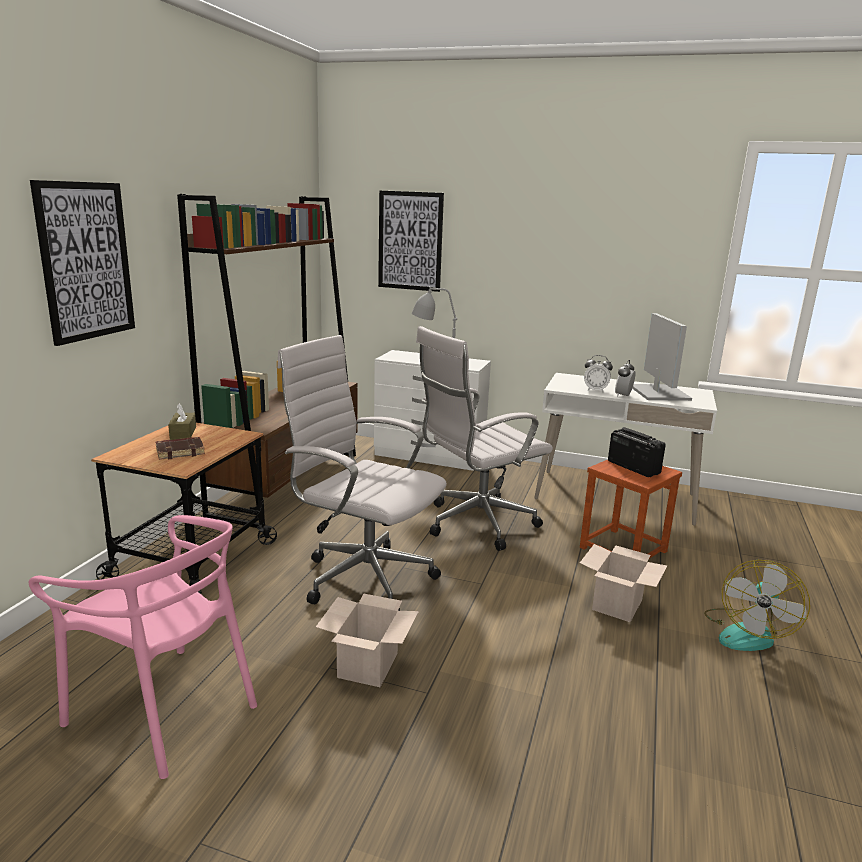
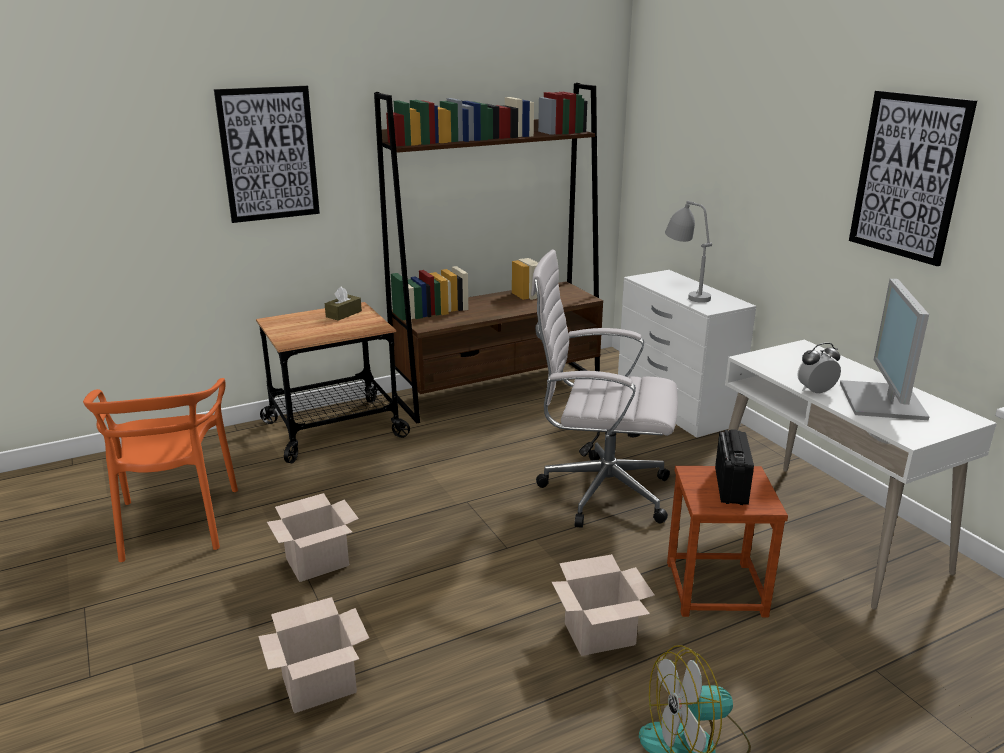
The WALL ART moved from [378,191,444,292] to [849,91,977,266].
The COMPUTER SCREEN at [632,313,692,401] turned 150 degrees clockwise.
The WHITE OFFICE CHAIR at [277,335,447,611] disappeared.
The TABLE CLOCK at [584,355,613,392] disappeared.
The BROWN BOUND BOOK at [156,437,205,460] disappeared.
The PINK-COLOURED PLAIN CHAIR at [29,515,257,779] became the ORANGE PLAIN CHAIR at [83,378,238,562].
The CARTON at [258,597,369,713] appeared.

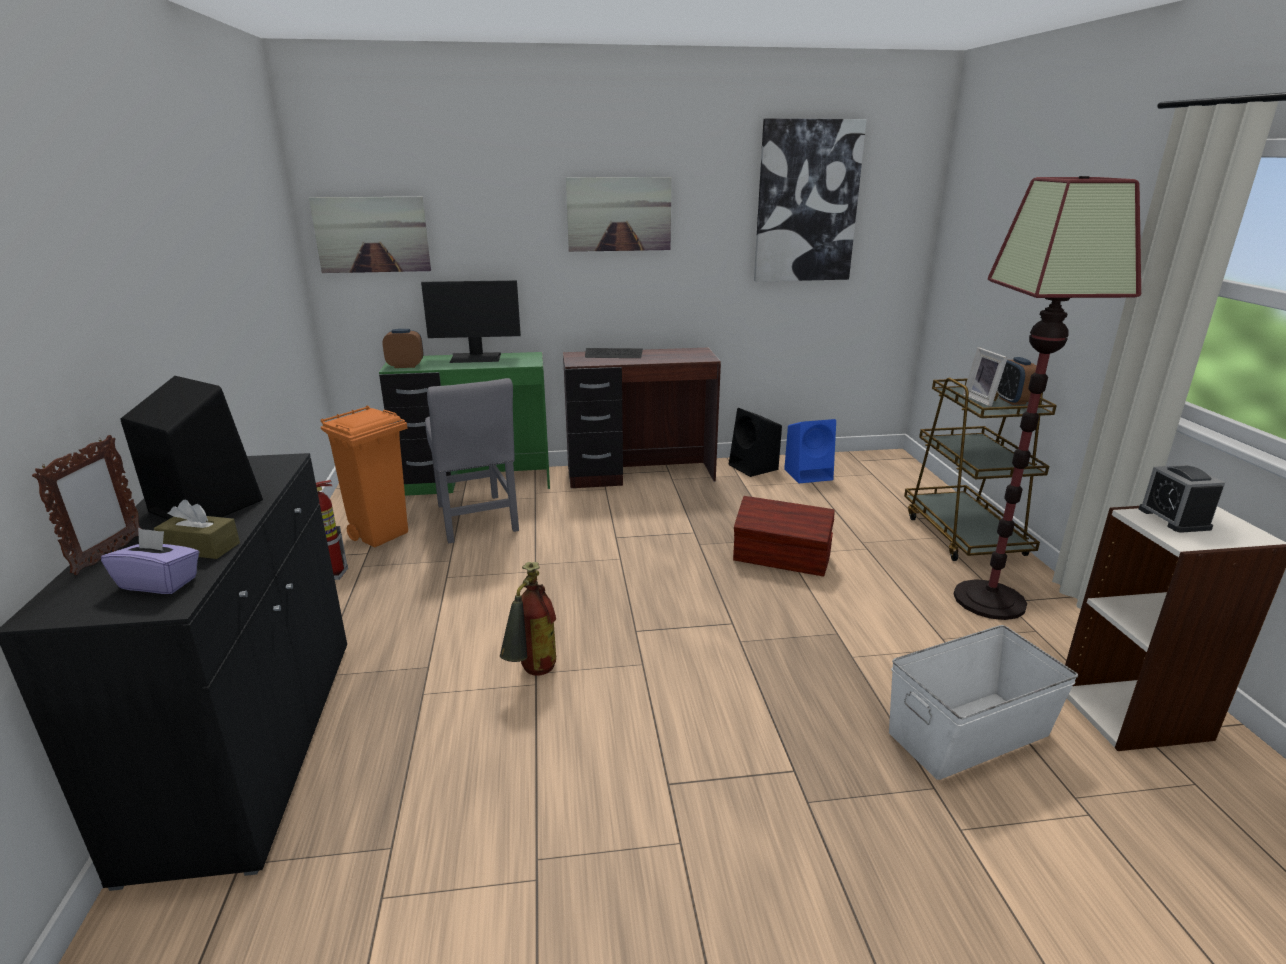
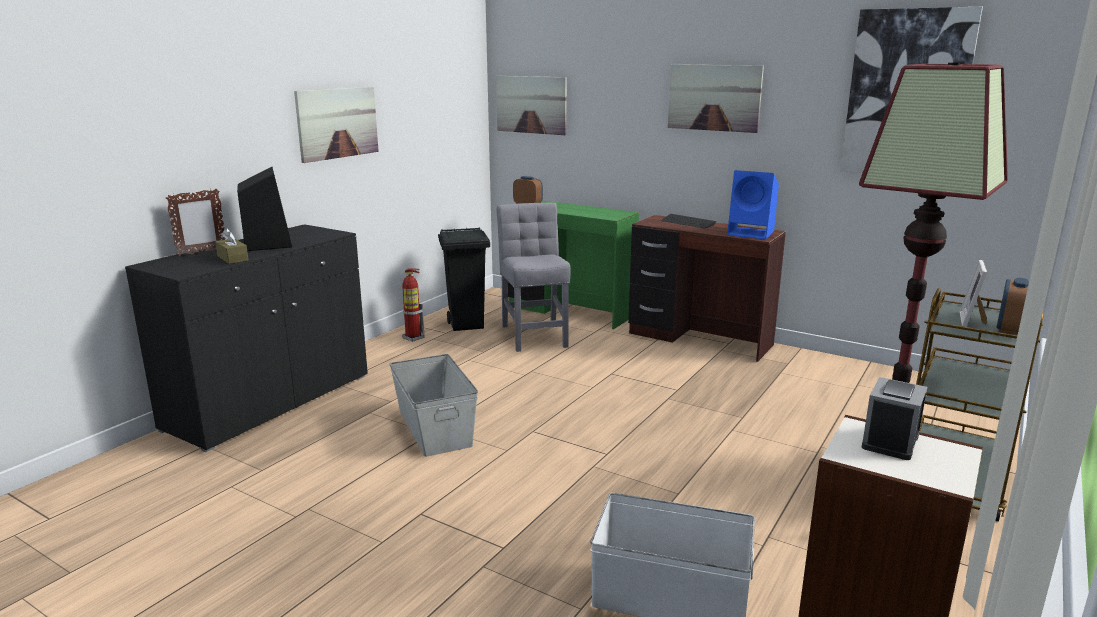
The COMPUTER SCREEN at [421,280,521,363] disappeared.
The GREY PLAIN CHAIR at [425,378,519,543] turned 150 degrees clockwise.
The ORANGE TRASH CAN at [321,405,408,548] became the BLACKISH TRASH CAN at [438,227,490,331].
The BLACKISH AUDIO SPEAKER at [729,408,782,477] disappeared.
The BLUE-COLOURED AUDIO SPEAKER moved from [784,419,836,483] to [727,170,779,239].
The BROWN STORAGE BIN at [733,496,835,576] disappeared.
The PURPLE-COLOURED TISSUE HOLDER at [101,528,199,594] disappeared.
The FIRE EXTINGUISHER at [500,562,556,676] was replaced by the GREY STORAGE BIN at [389,354,478,457].
The WALL ART at [294,87,379,163] appeared.

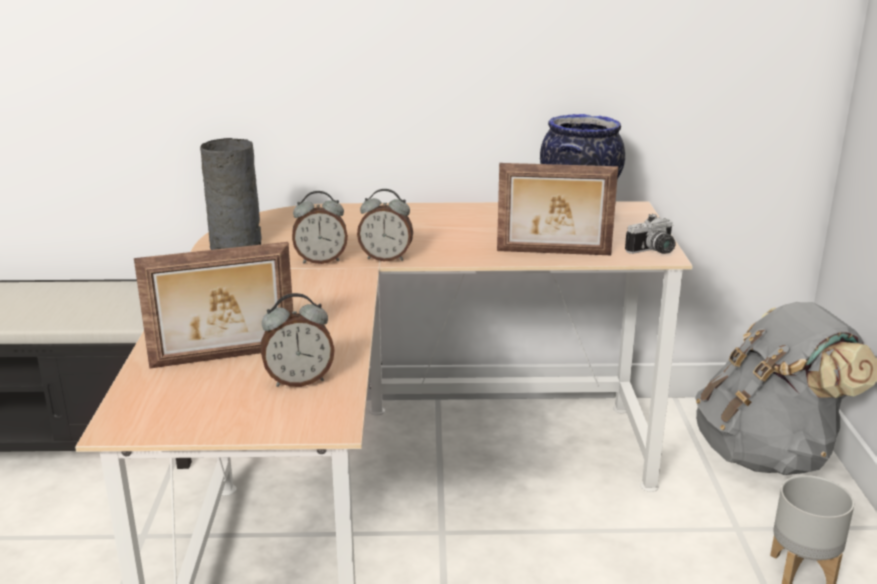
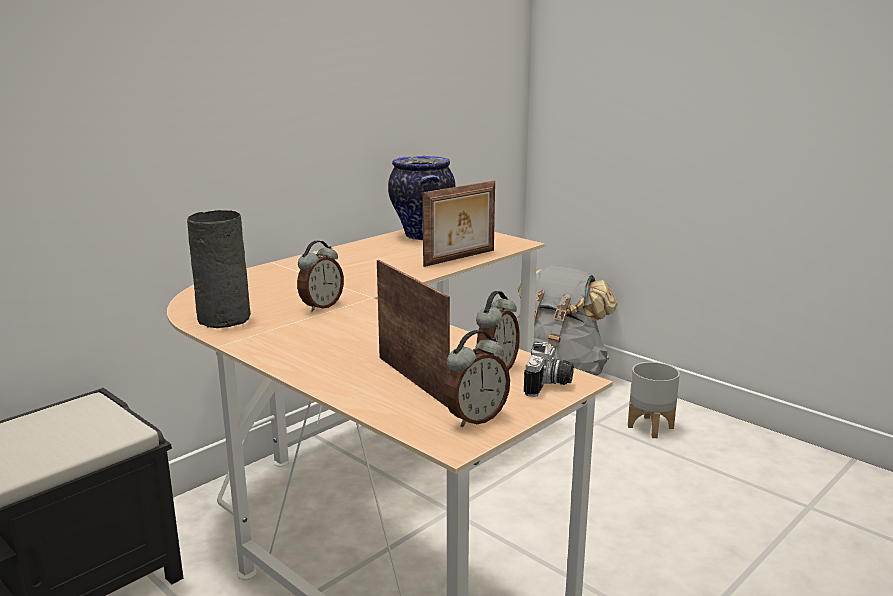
The TABLE CLOCK moved from [357,189,413,261] to [444,330,510,428].
The PHOTO CAMERA moved from [625,214,676,254] to [524,342,574,397].
The PICTURE FRAME at [134,242,293,368] turned 60 degrees counterclockwise.

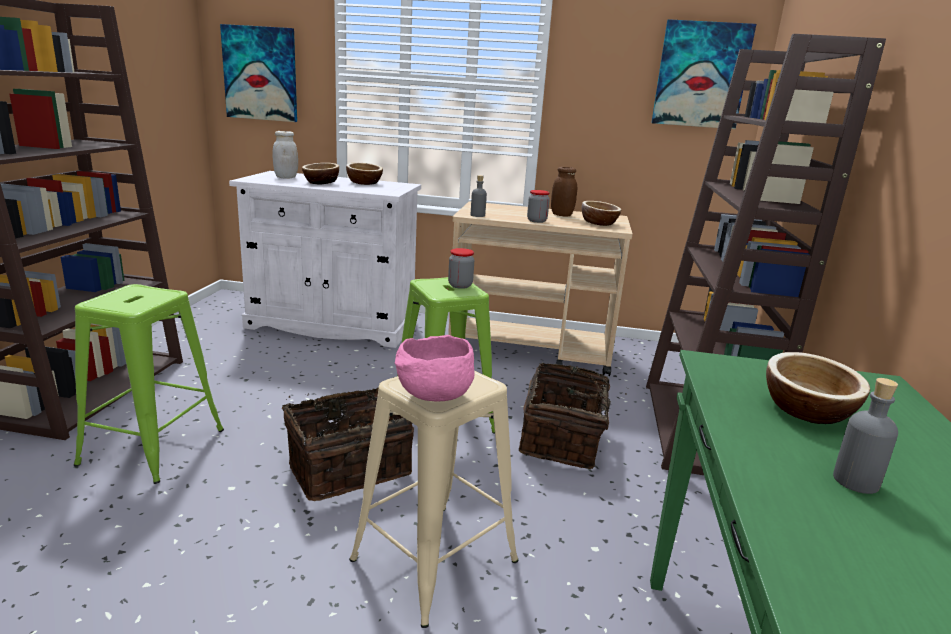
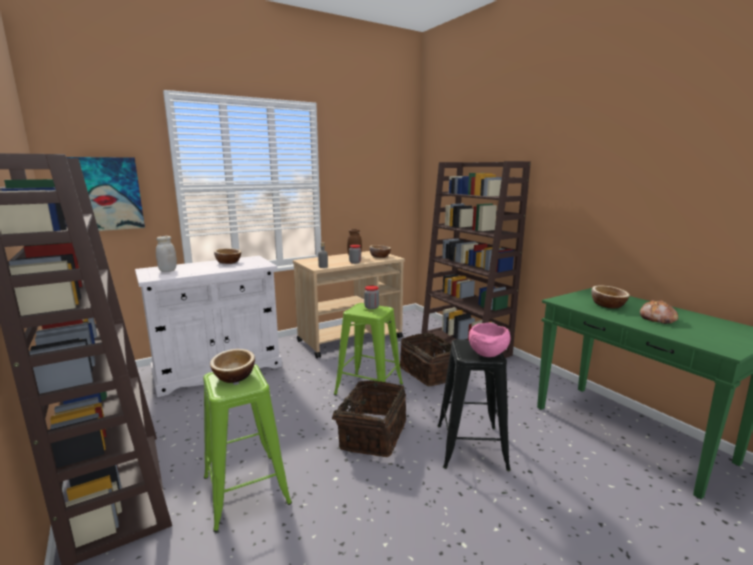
The WALL ART at [651,19,756,129] disappeared.
The SERVING BOWL moved from [302,163,339,184] to [210,349,255,383].
The BEIGE-COLOURED STOOL SEAT at [349,370,519,628] became the BLACKISH STOOL SEAT at [437,339,511,471].
The GREY BEVERAGE BOTTLE at [833,378,898,494] was replaced by the BAKERY BREAD at [640,300,678,324].

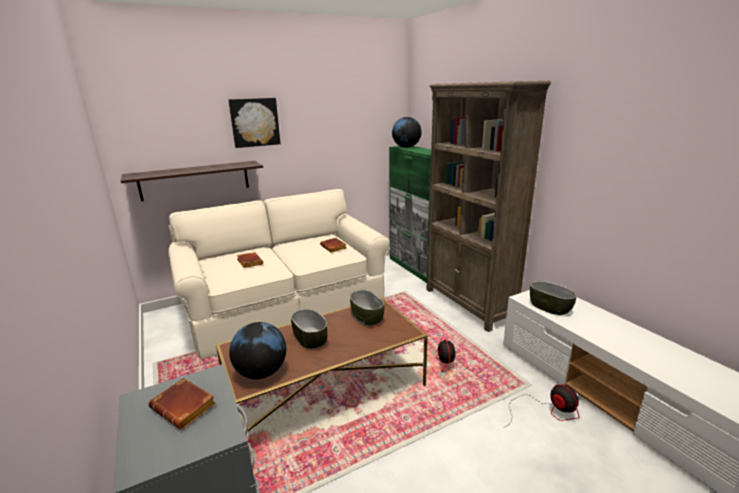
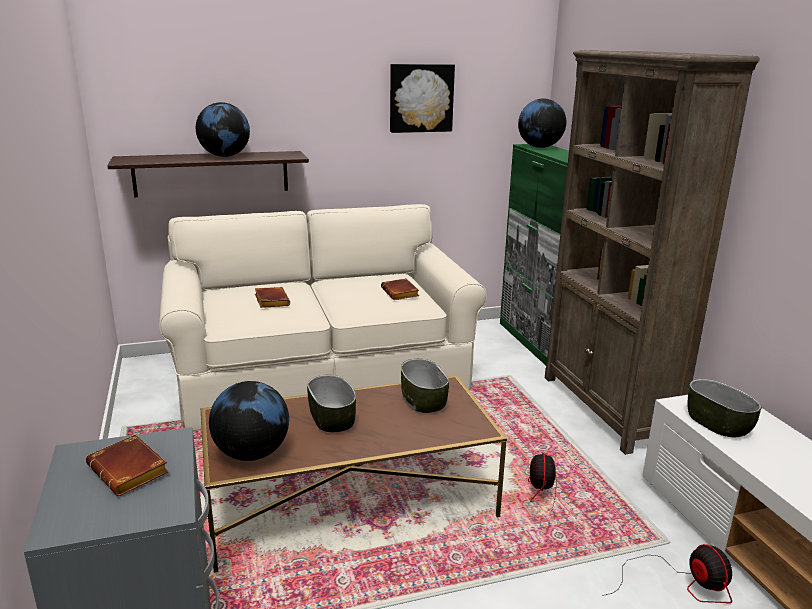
The WALL ART moved from [228,98,281,148] to [390,64,455,133].
The DESK GLOBE at [196,102,250,157] appeared.

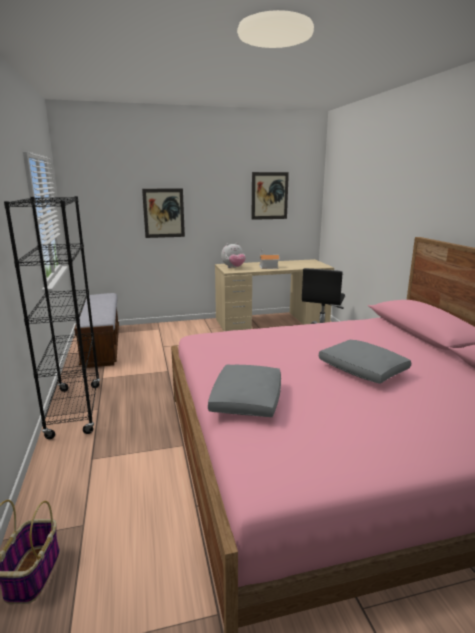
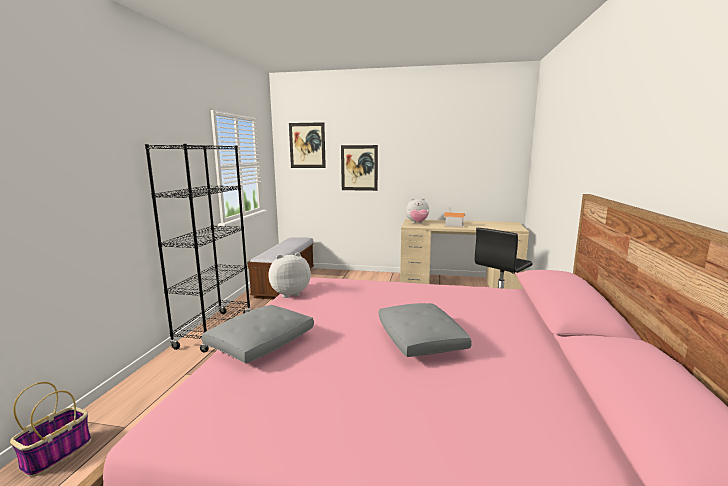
The WALL ART moved from [251,172,289,220] to [289,122,326,168].
The CUDDLY TOY at [268,252,311,298] appeared.

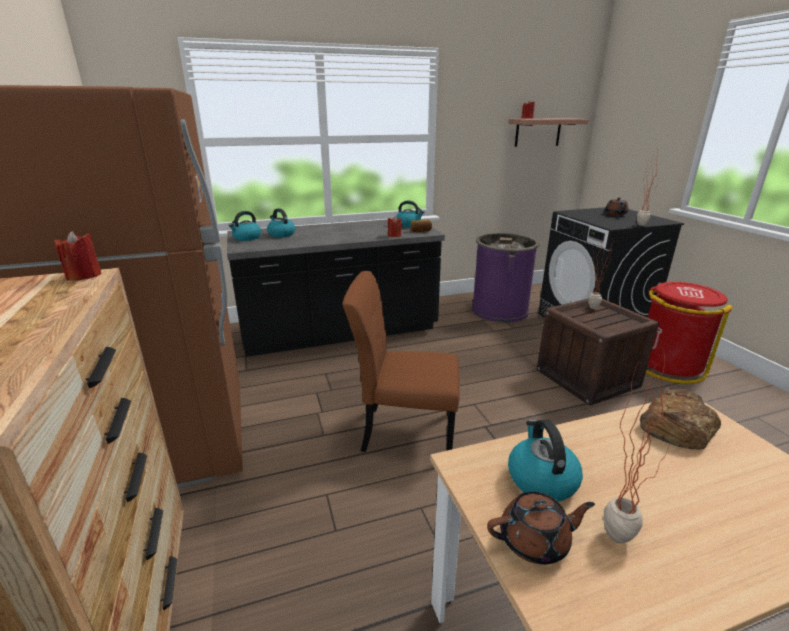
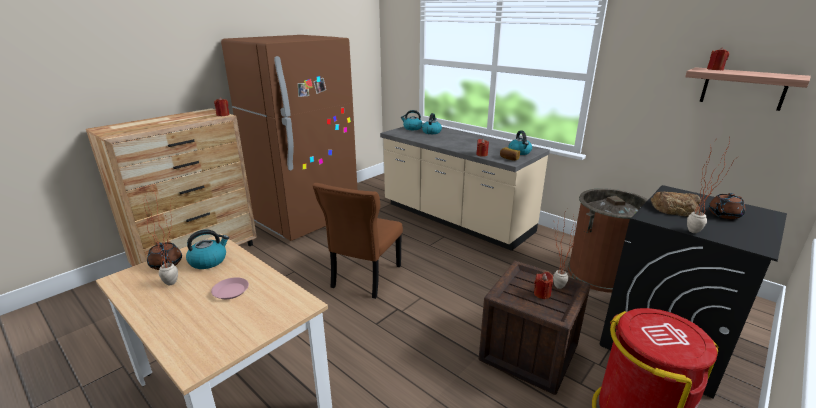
The BLACKISH KITCHEN BASE UNIT at [227,219,445,357] became the BEIGE-COLOURED KITCHEN BASE UNIT at [380,123,550,251].
The PURPLE-COLOURED TRASH CAN at [472,233,539,322] became the BROWN TRASH CAN at [568,188,648,293].
The BROWN PLAIN CHAIR at [342,271,460,452] turned 135 degrees counterclockwise.
The BAKERY BREAD moved from [640,389,721,449] to [651,192,701,217].
The RED CANDLE at [534,272,553,300] appeared.
The PINK-COLOURED PLATE at [211,277,249,299] appeared.

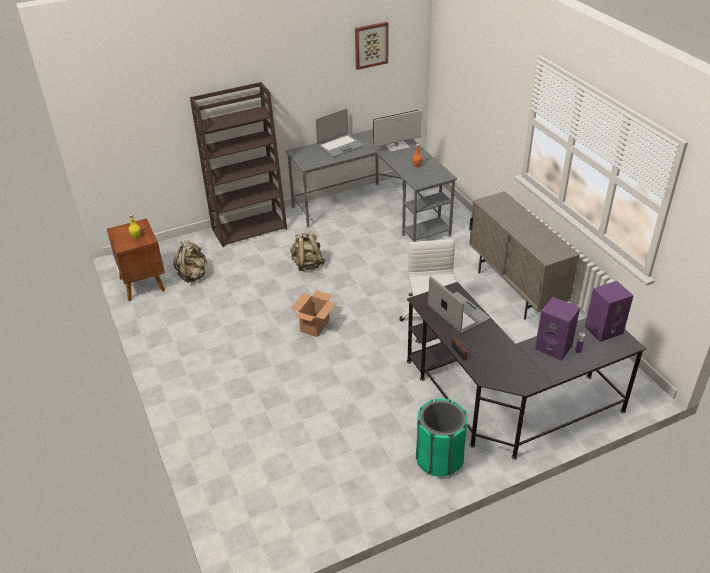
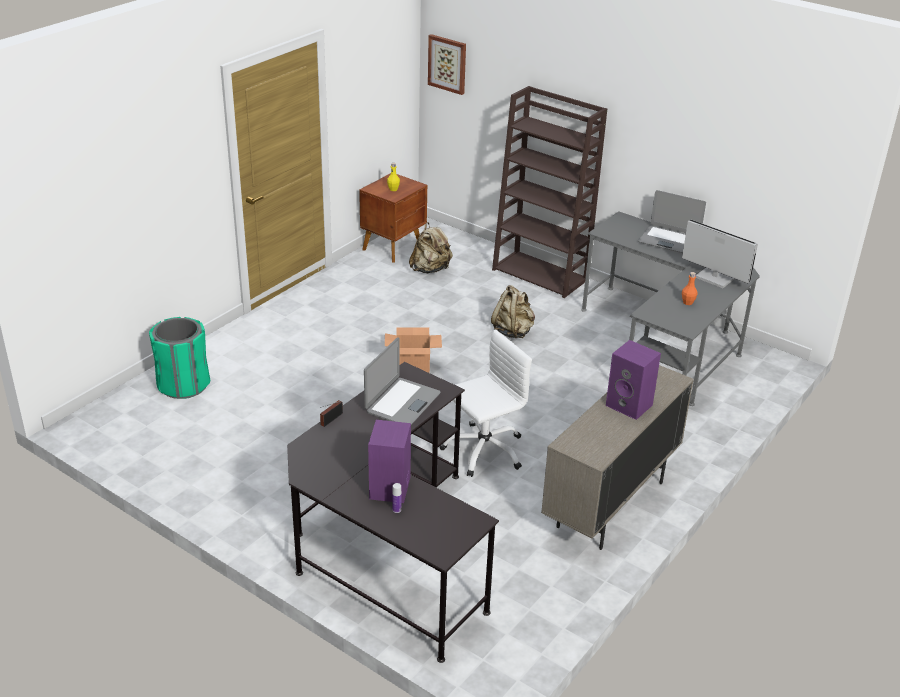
The WALL ART moved from [355,22,389,70] to [428,34,466,95].
The PURPLE-COLOURED AUDIO SPEAKER moved from [585,281,634,342] to [606,340,661,420].
The GREENISH TRASH CAN moved from [416,399,468,477] to [149,317,210,399].

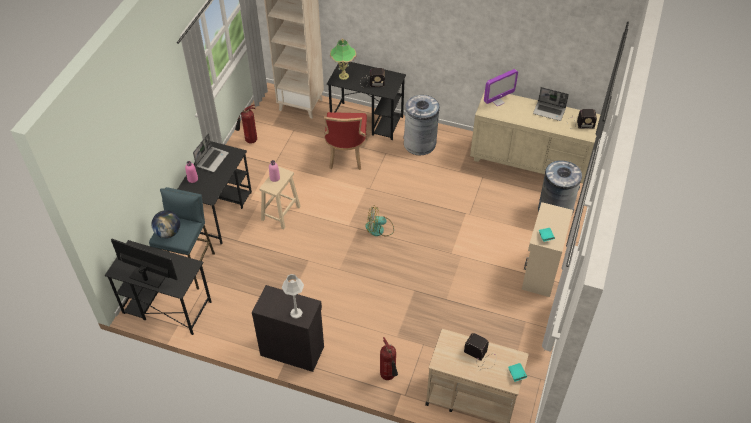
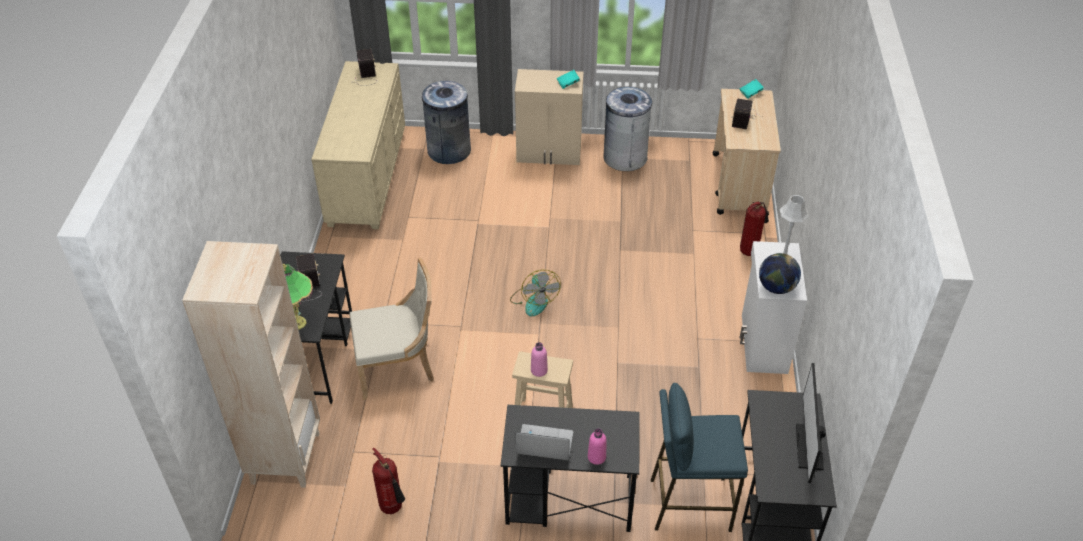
The COMPUTER SCREEN at [484,69,518,106] disappeared.
The LAPTOP at [533,87,569,121] disappeared.
The GREY TRASH CAN moved from [404,95,440,155] to [603,87,652,171].
The RED PLAIN CHAIR at [324,112,367,170] became the BEIGE-COLOURED PLAIN CHAIR at [349,258,434,400].
The DESK GLOBE moved from [152,210,180,238] to [759,253,801,294].
The BLACKISH STORAGE CABINET at [252,285,324,372] became the WHITE STORAGE CABINET at [740,241,807,374].

